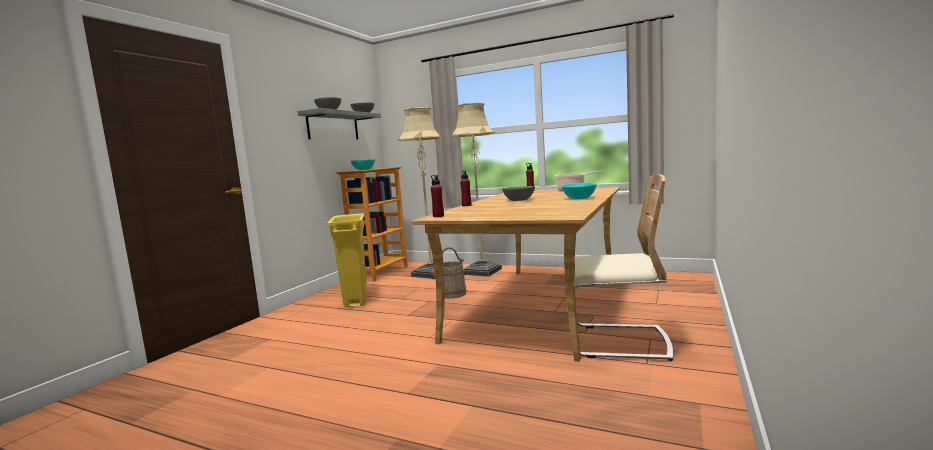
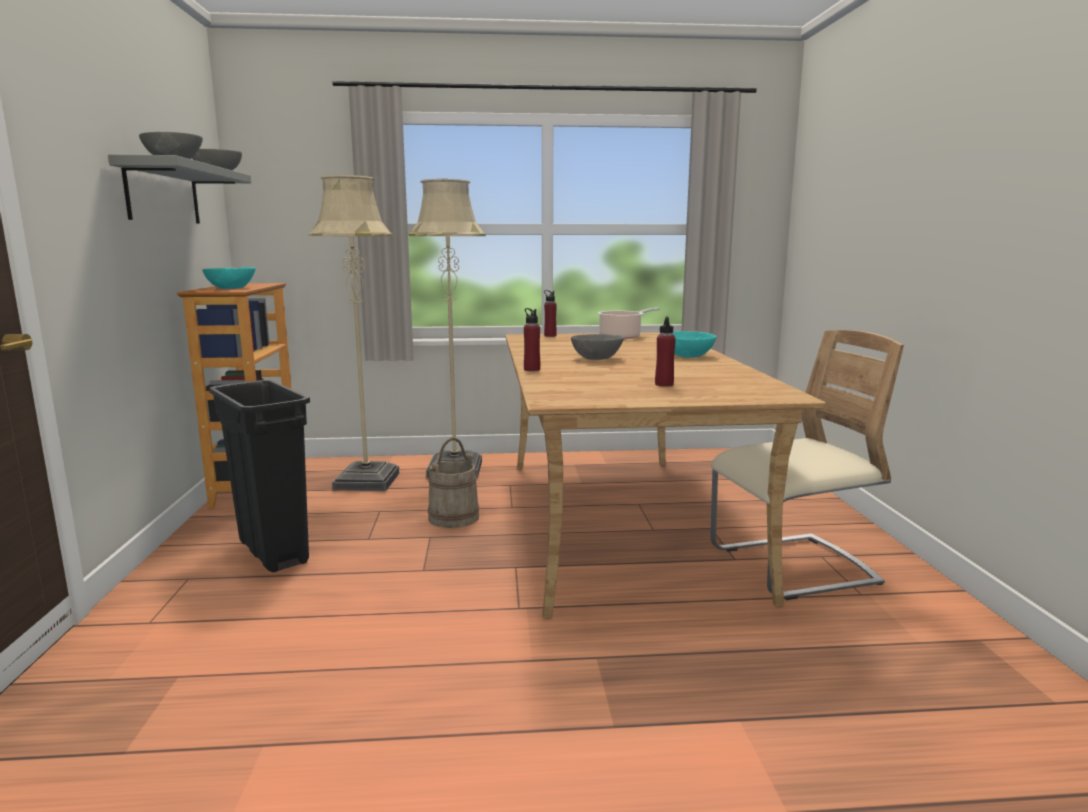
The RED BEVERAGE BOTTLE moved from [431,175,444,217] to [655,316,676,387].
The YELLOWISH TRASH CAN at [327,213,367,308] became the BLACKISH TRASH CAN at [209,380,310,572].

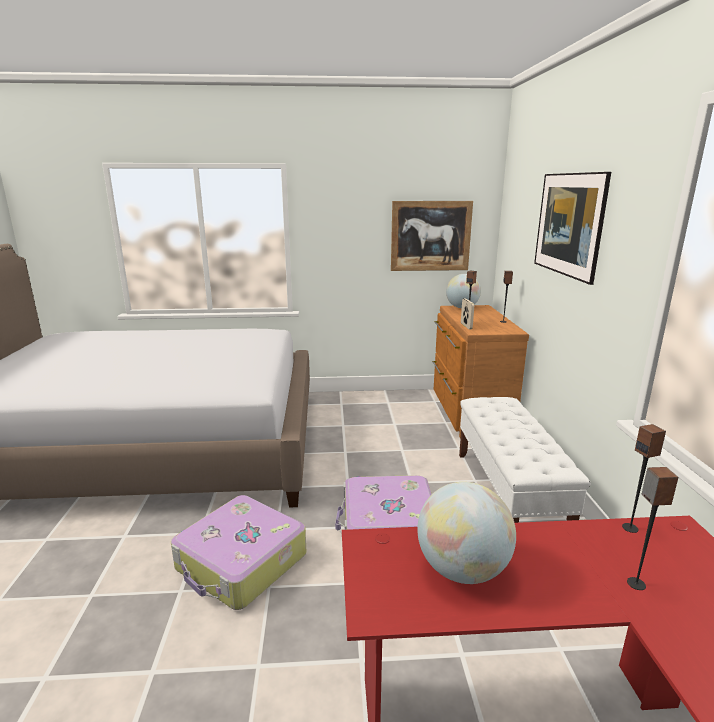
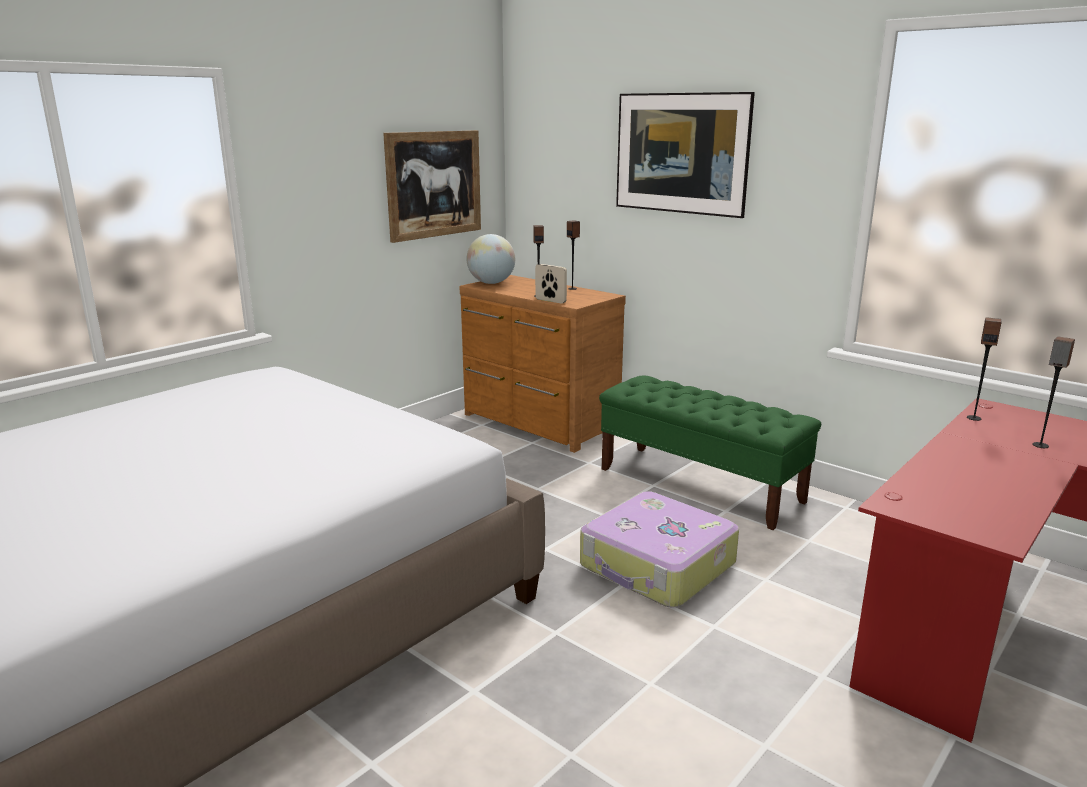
The WHITE LONG SEAT at [459,397,590,523] became the GREENISH LONG SEAT at [599,376,821,530].
The DESK GLOBE at [417,482,516,584] disappeared.
The PIECE OF LUGGAGE at [171,495,306,610] disappeared.

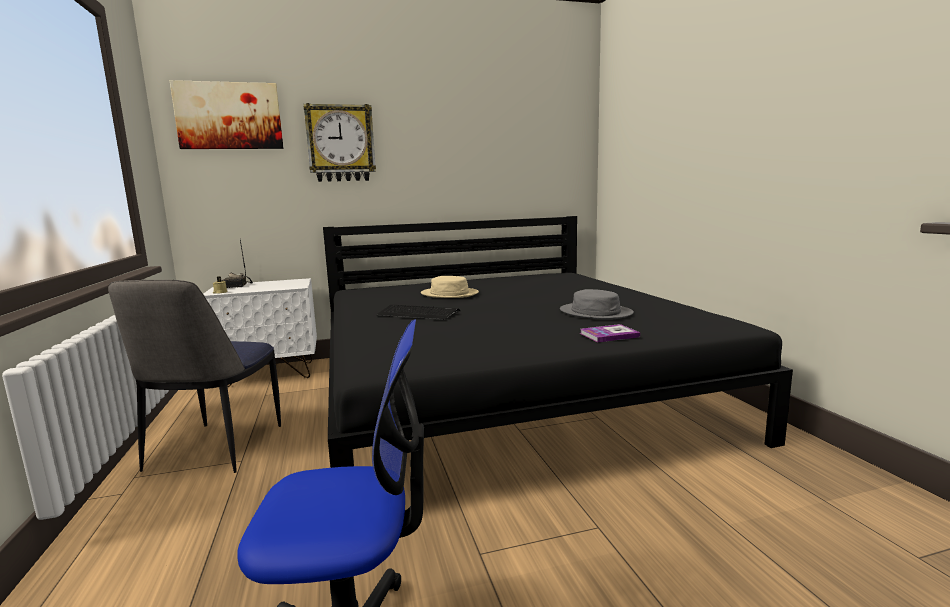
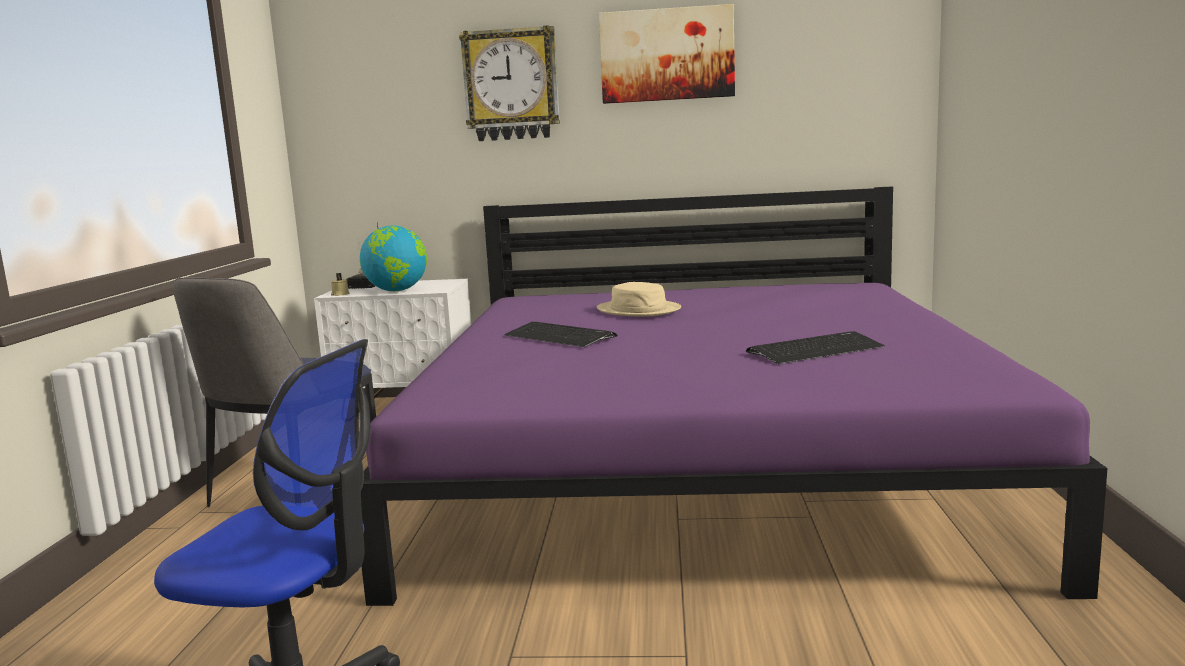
The WALL ART moved from [169,80,284,149] to [599,4,735,104].
The BLACKISH BED at [323,216,793,468] became the PURPLE-COLOURED BED at [361,186,1107,606].
The GREY CLOTHING HAT at [560,289,634,320] was replaced by the PC KEYBOARD at [746,331,885,364].
The BOUND BOOK at [580,324,640,343] disappeared.
The DESK GLOBE at [360,226,427,291] appeared.

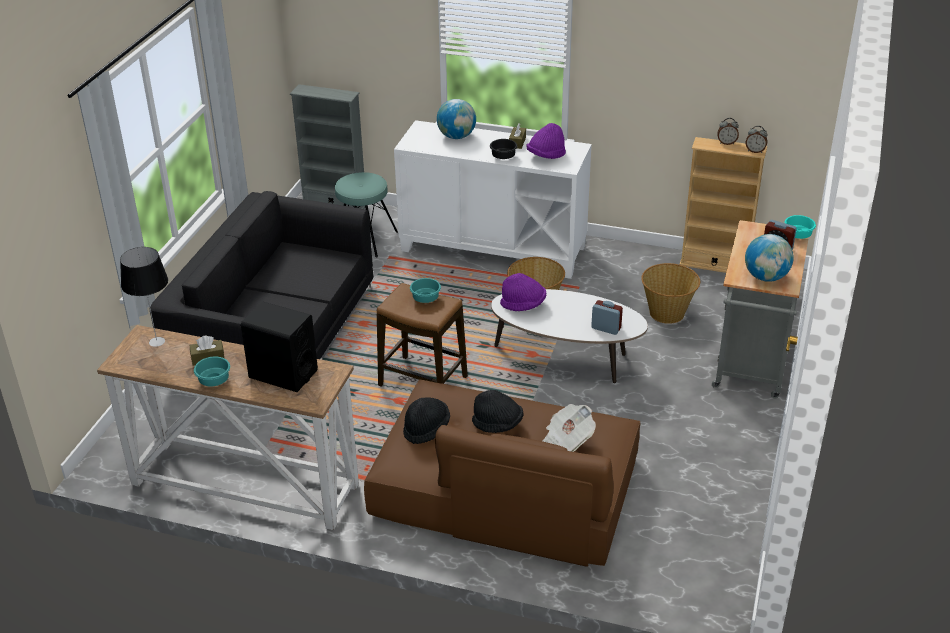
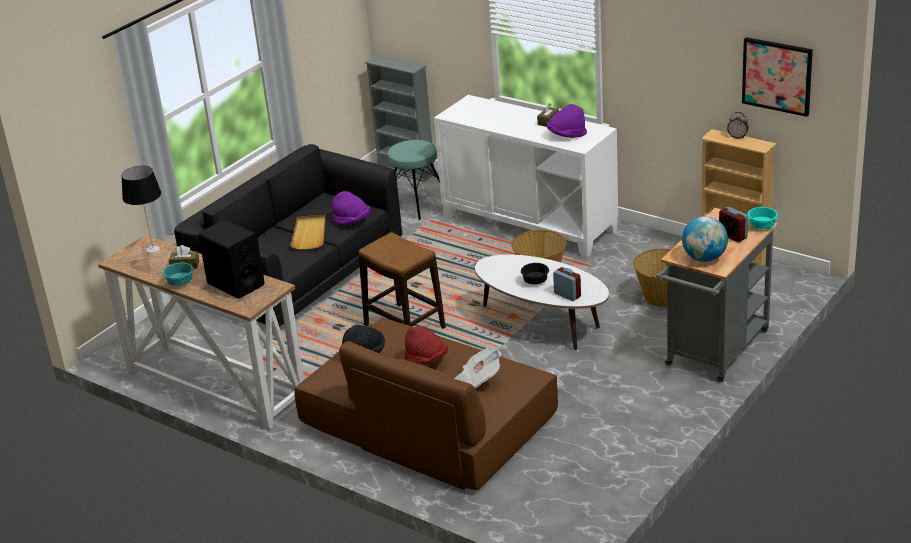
The DESK GLOBE at [437,99,476,139] disappeared.
The TABLE CLOCK at [746,126,768,153] disappeared.
The BLACKISH SERVING BOWL moved from [490,139,517,159] to [521,263,549,284].
The PURPLE-COLOURED CLOTHING HAT moved from [500,273,546,311] to [332,191,371,225].
The TURQUOISE SERVING BOWL at [410,278,441,303] disappeared.
The BLACKISH CLOTHING HAT at [472,390,523,433] became the RED CLOTHING HAT at [404,326,448,365].
The WALL ART at [742,37,813,117] appeared.
The BEIGE-COLOURED CARRYING TRAY at [290,215,325,250] appeared.

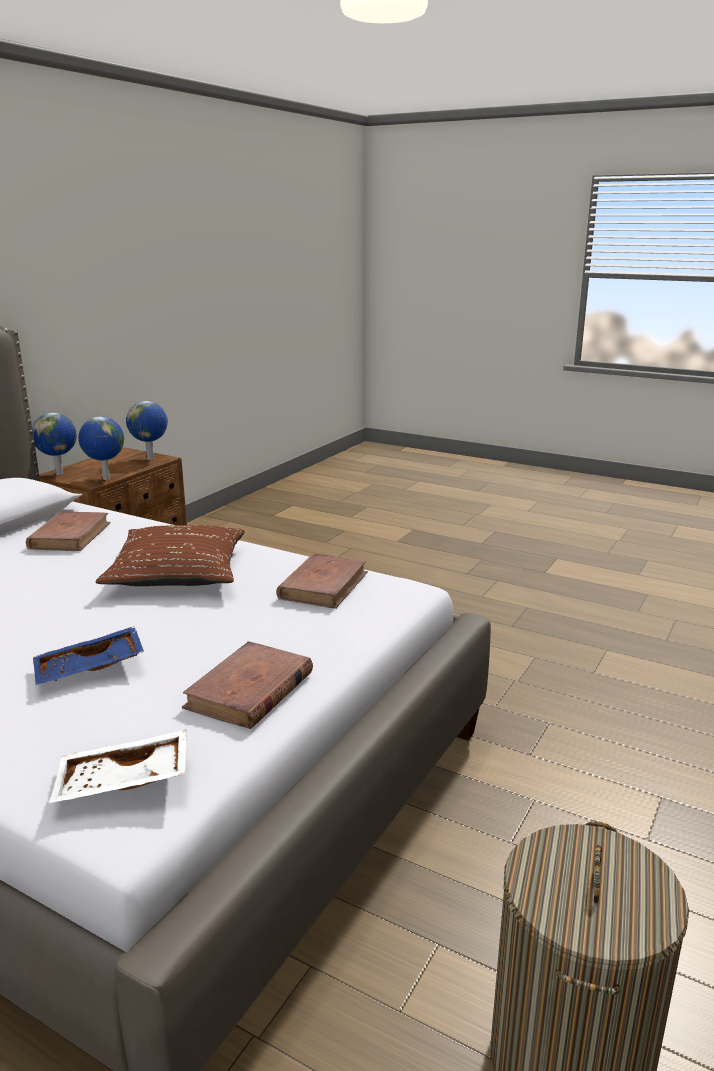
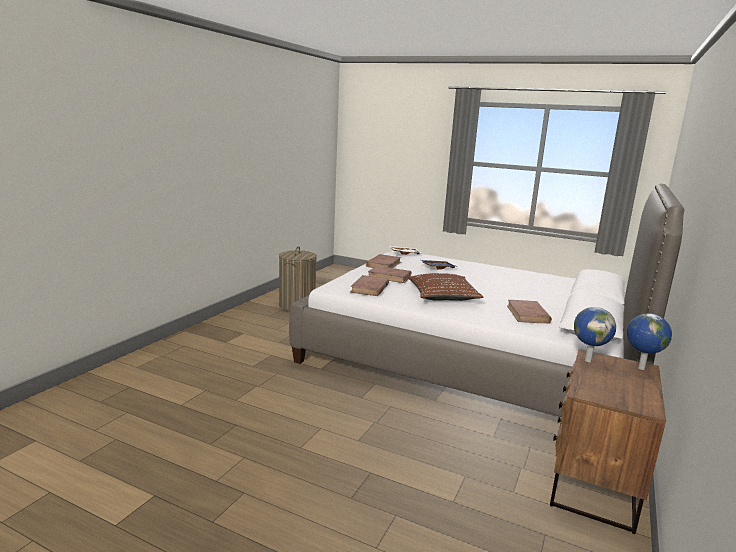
The DESK GLOBE at [126,401,168,460] disappeared.
The BROWN BOUND BOOK at [368,266,411,283] appeared.

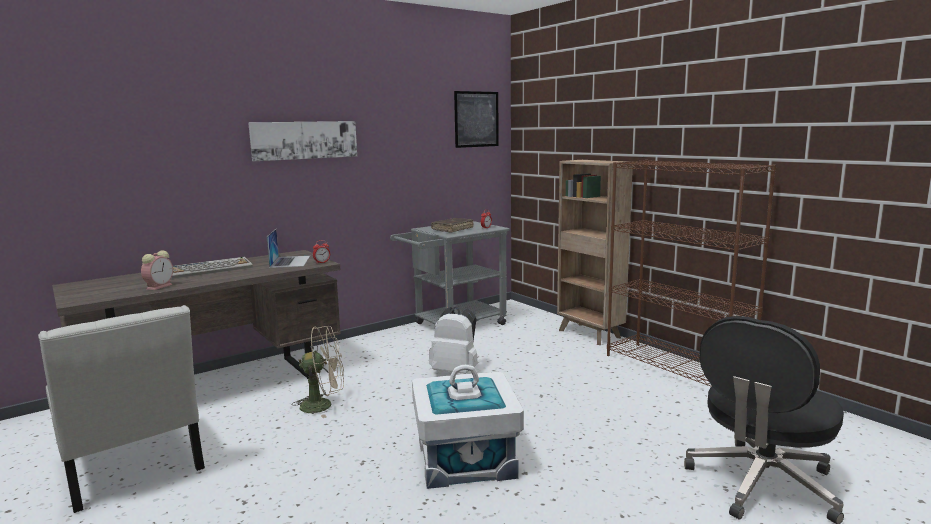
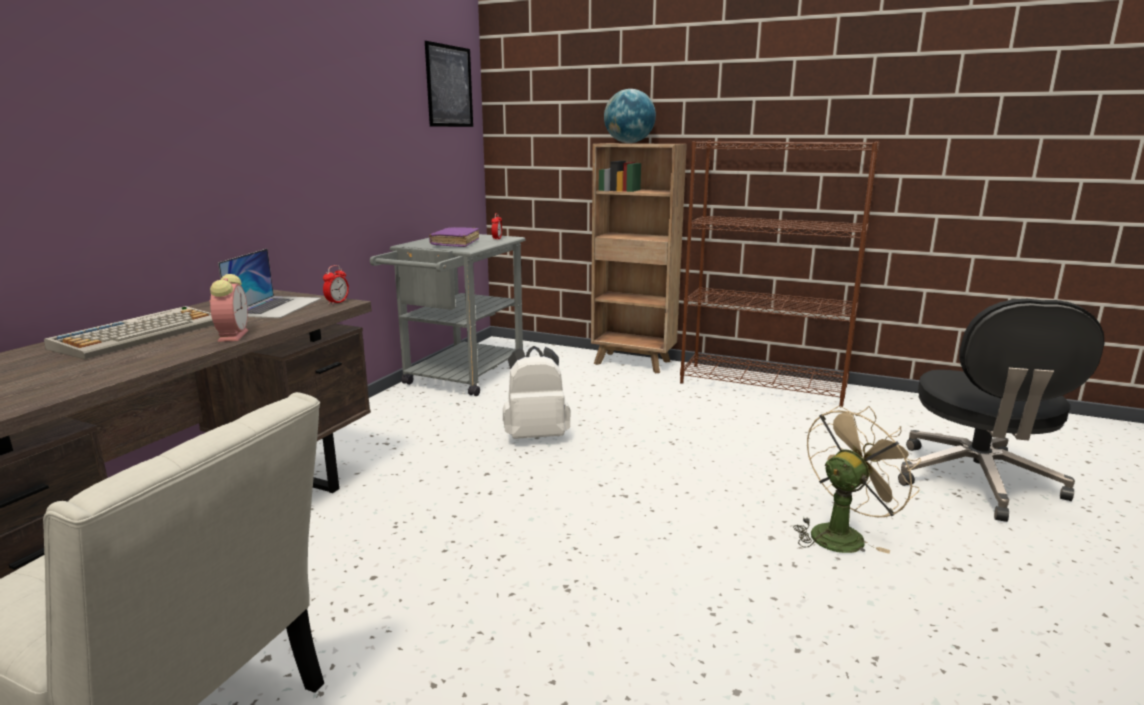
The WALL ART at [248,121,357,161] disappeared.
The BROWN BOUND BOOK at [431,218,474,233] became the PURPLE-COLOURED BOUND BOOK at [429,227,479,247].
The LAPTOP at [267,229,310,268] turned 45 degrees clockwise.
The TABLE CLOCK moved from [141,250,173,290] to [210,274,248,342].
The BEIGE-COLOURED ELECTRIC FAN moved from [292,326,344,418] to [793,406,921,554].
The WHITE STORAGE BIN at [412,365,524,489] disappeared.
The DESK GLOBE at [604,89,656,143] appeared.

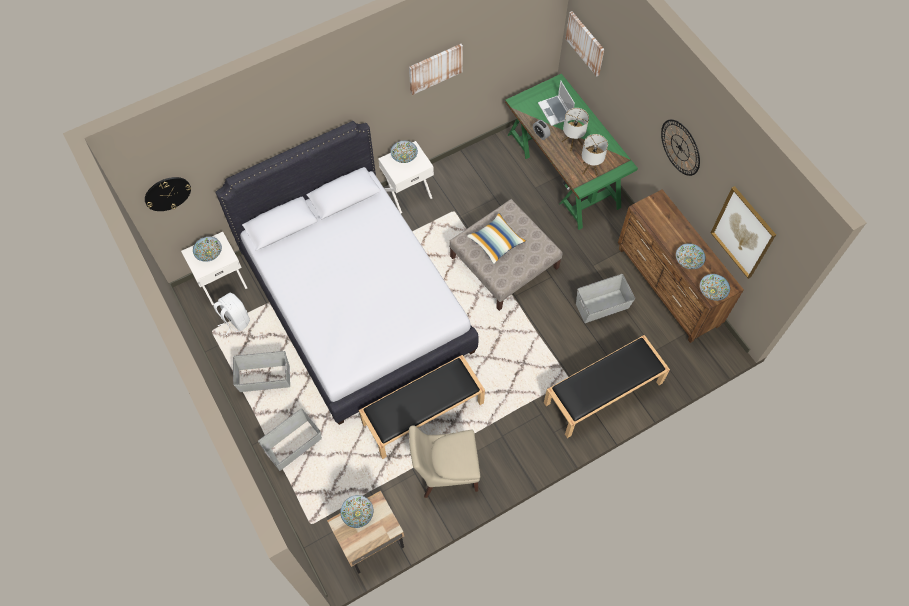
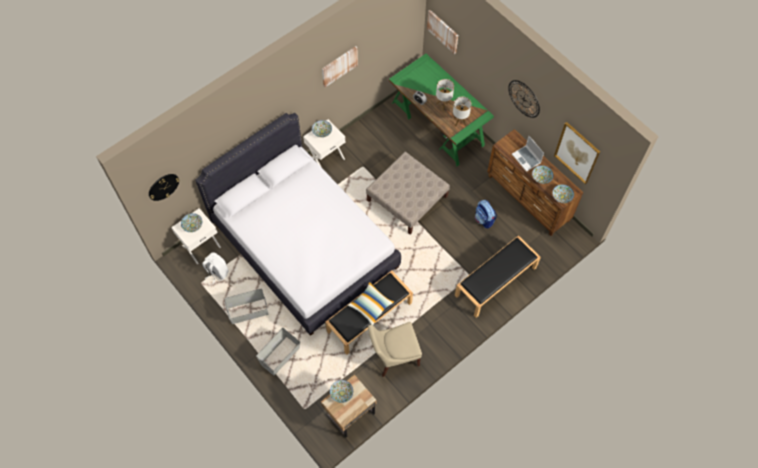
The LAPTOP moved from [538,80,575,126] to [512,136,544,172].
The THROW PILLOW moved from [467,213,526,264] to [348,282,395,325].
The GREY STORAGE BIN at [576,274,635,323] was replaced by the BACKPACK at [475,200,497,229].

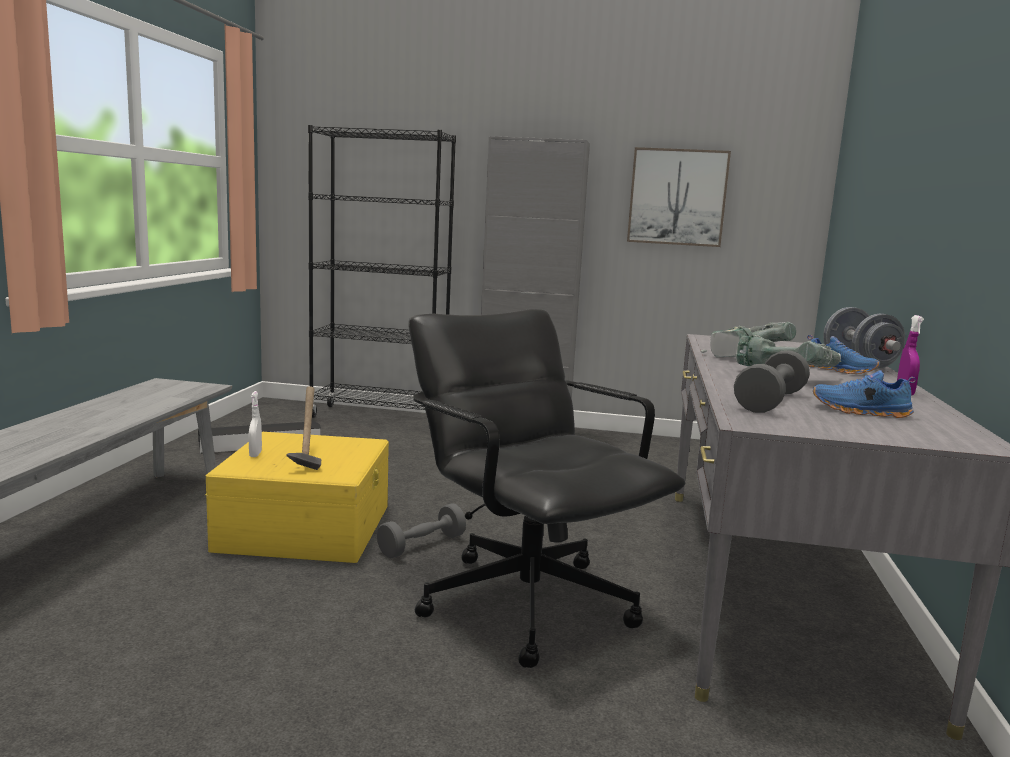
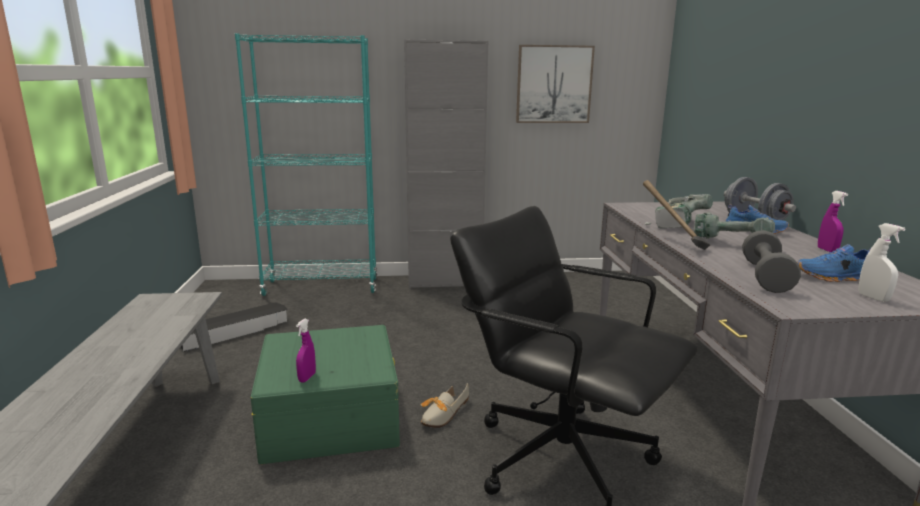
The BLACKISH BOOKSHELF at [308,125,456,429] became the TURQUOISE BOOKSHELF at [235,33,377,296].
The HAND HAMMER moved from [287,386,321,470] to [643,180,710,250].
The WHITE SPRAYER moved from [249,391,262,457] to [858,223,905,302].
The YELLOWISH STORAGE BIN at [205,432,389,563] became the GREENISH STORAGE BIN at [251,325,400,464].
The GREY FREE WEIGHT at [377,503,466,558] was replaced by the ITEM OF FOOTWEAR at [421,383,469,428].
The PURPLE-COLOURED SPRAYER at [296,319,316,382] appeared.

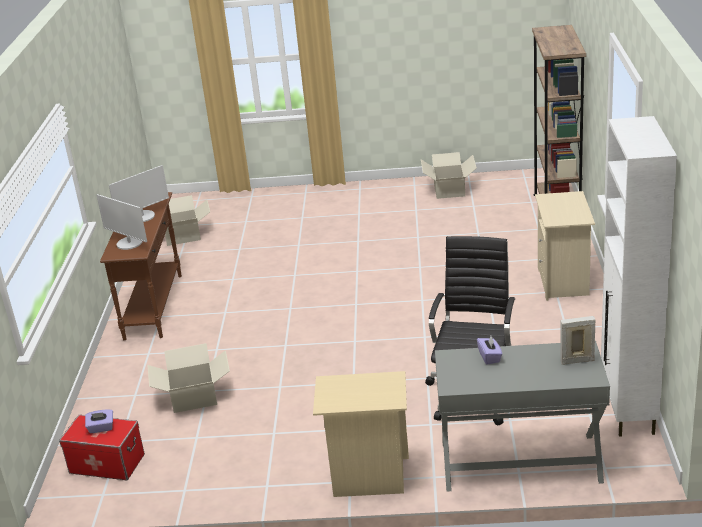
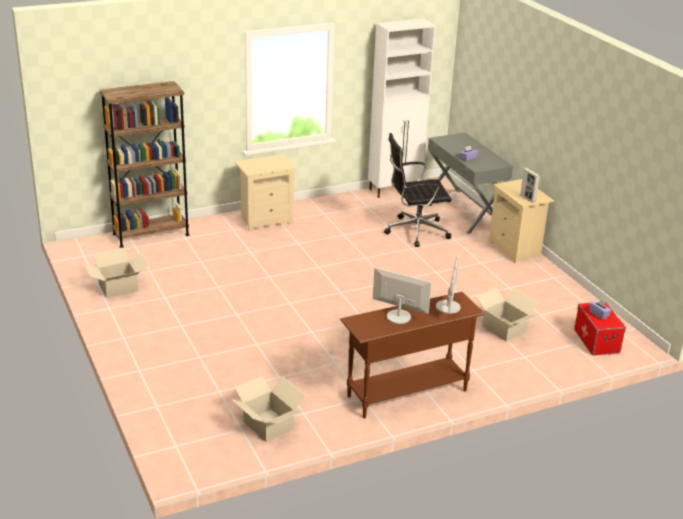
The PICTURE FRAME moved from [560,316,596,365] to [520,168,540,203].

